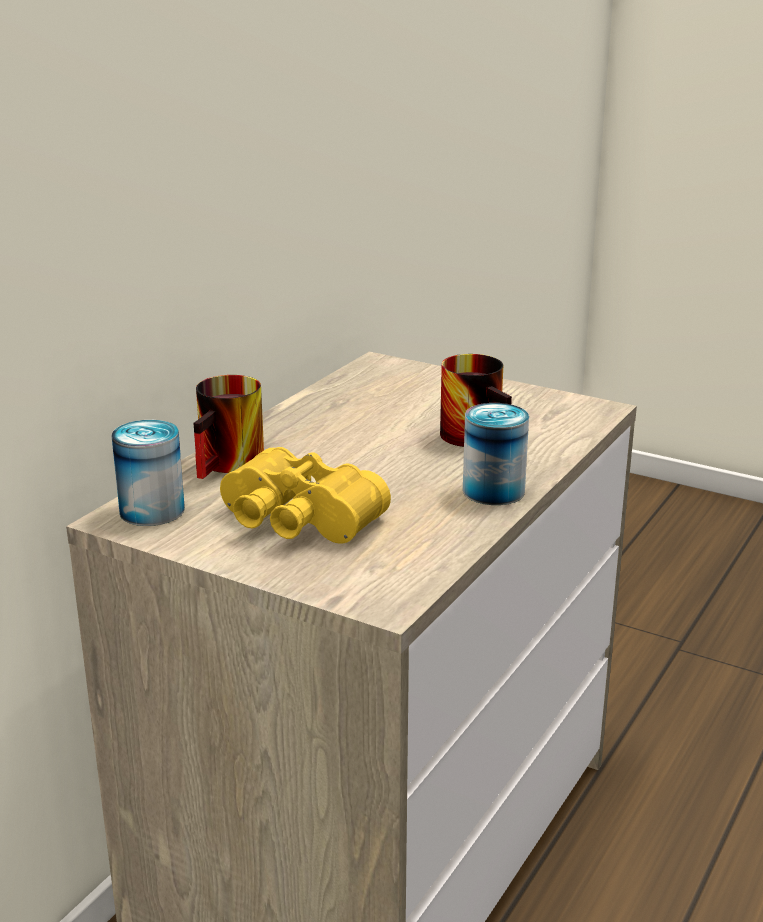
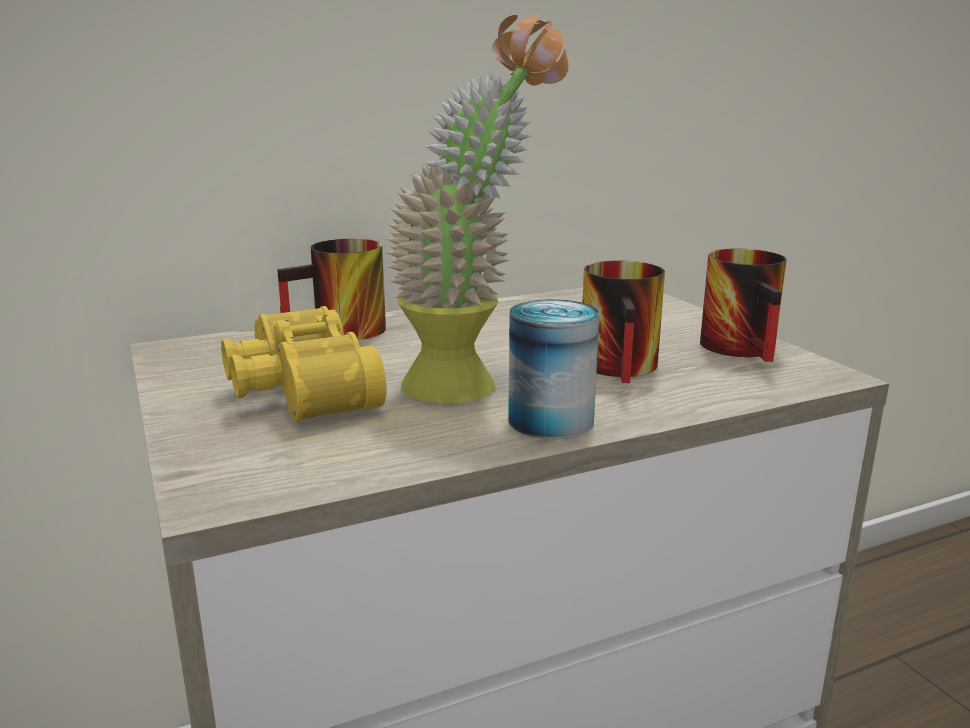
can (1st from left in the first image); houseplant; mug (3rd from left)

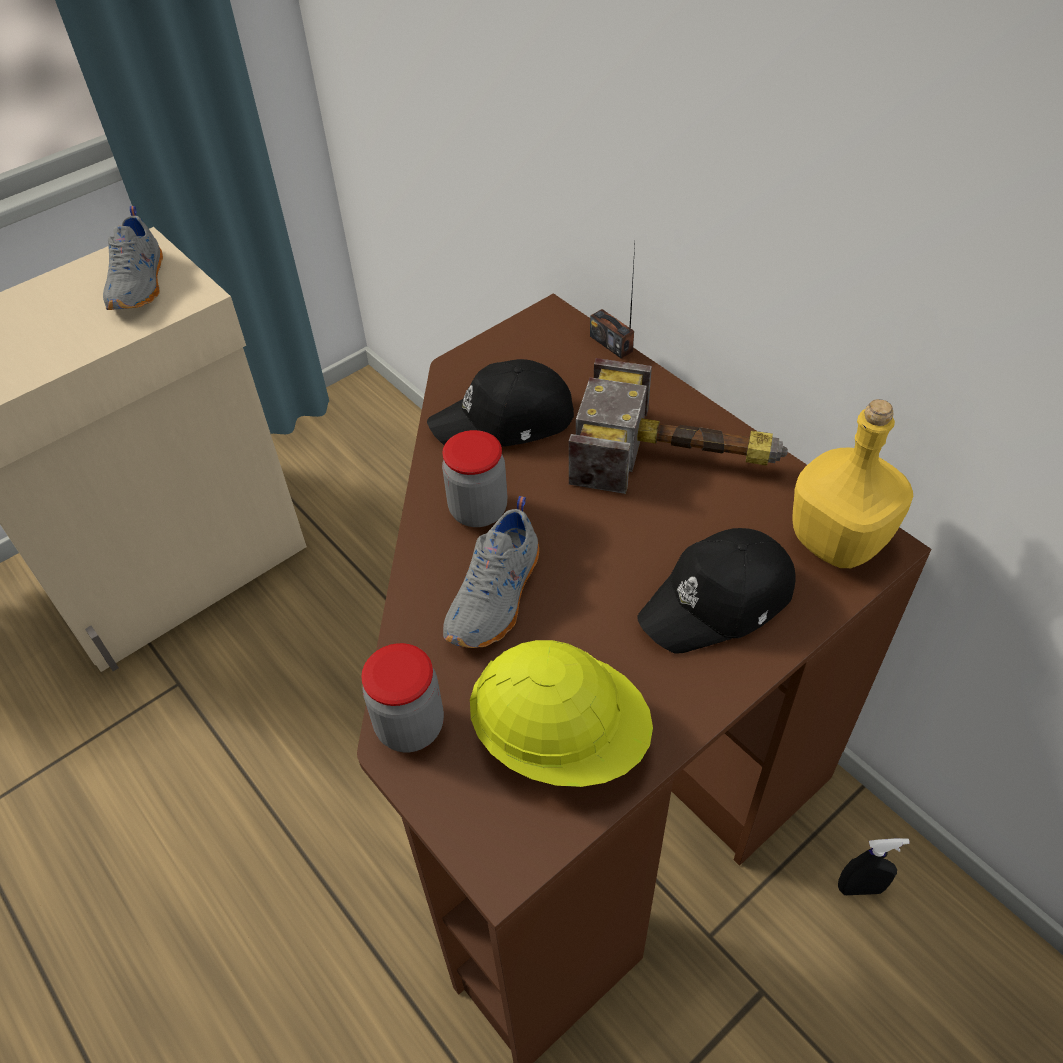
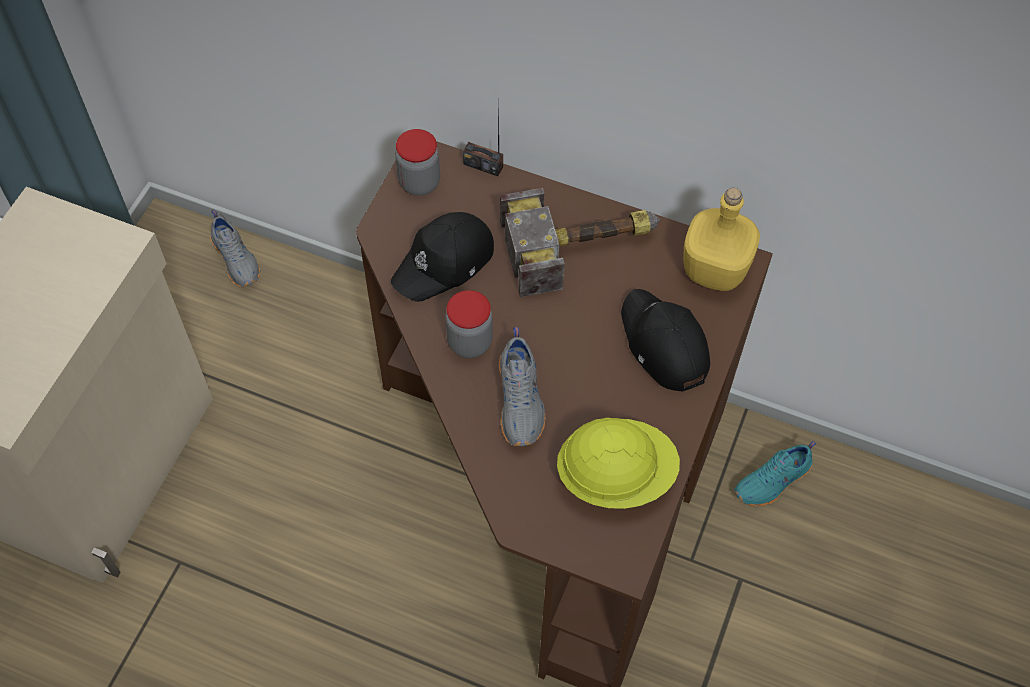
gray low shoe (1st from left); black cap (2nd from left); preserve jar (1st from left); turquoise low shoe

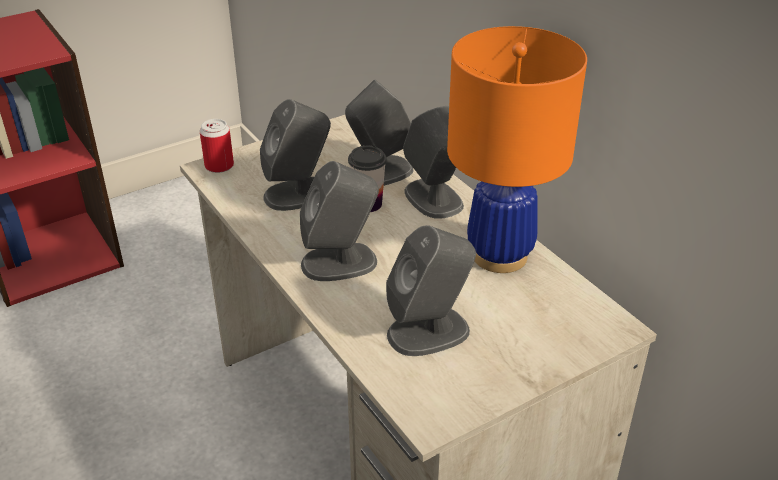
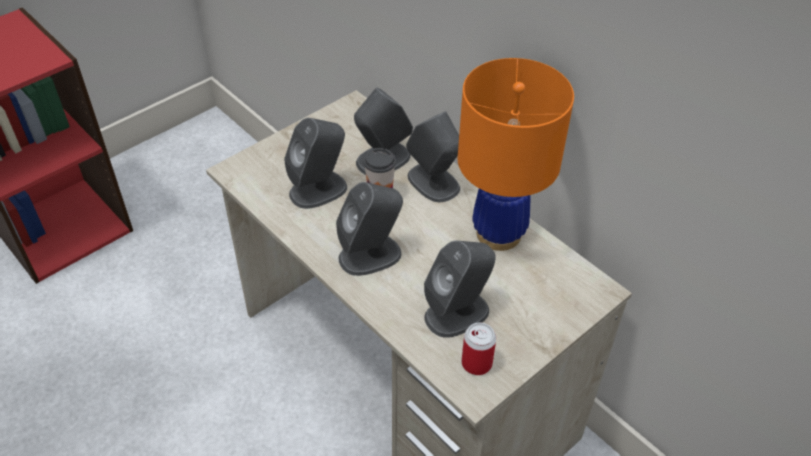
can

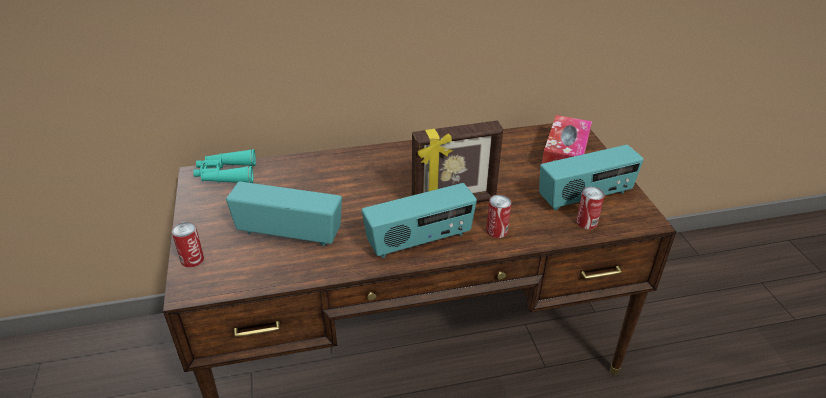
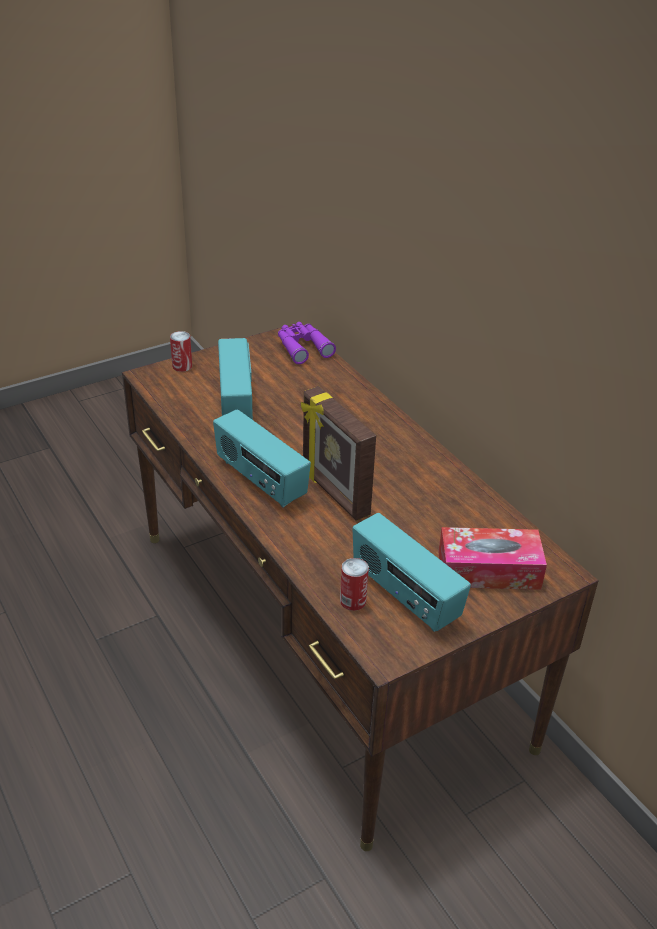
purple-coloured pair of binoculars; can (2nd from left in the first image)

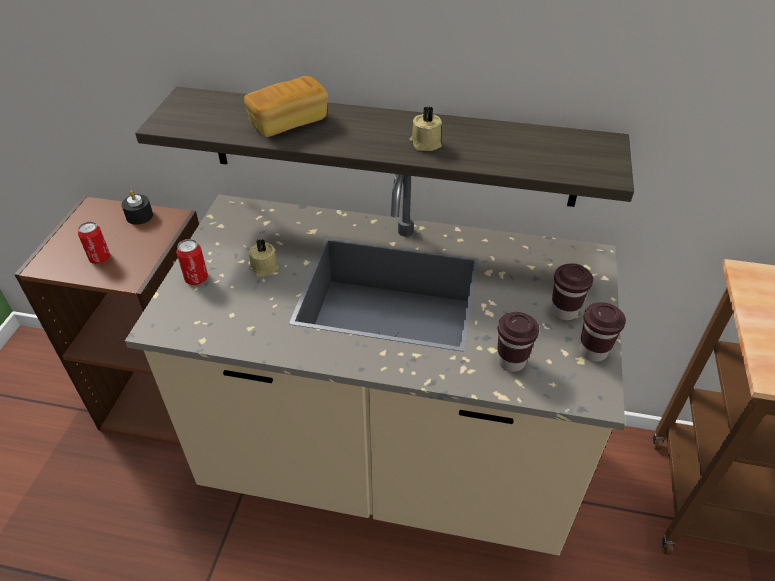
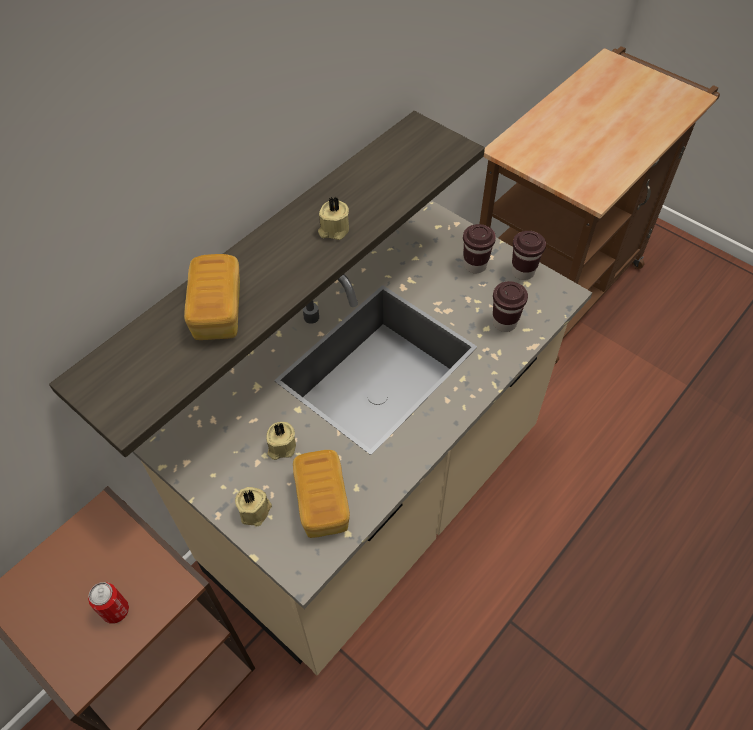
black candle; beige candle (1st from left); bread (2nd from left)

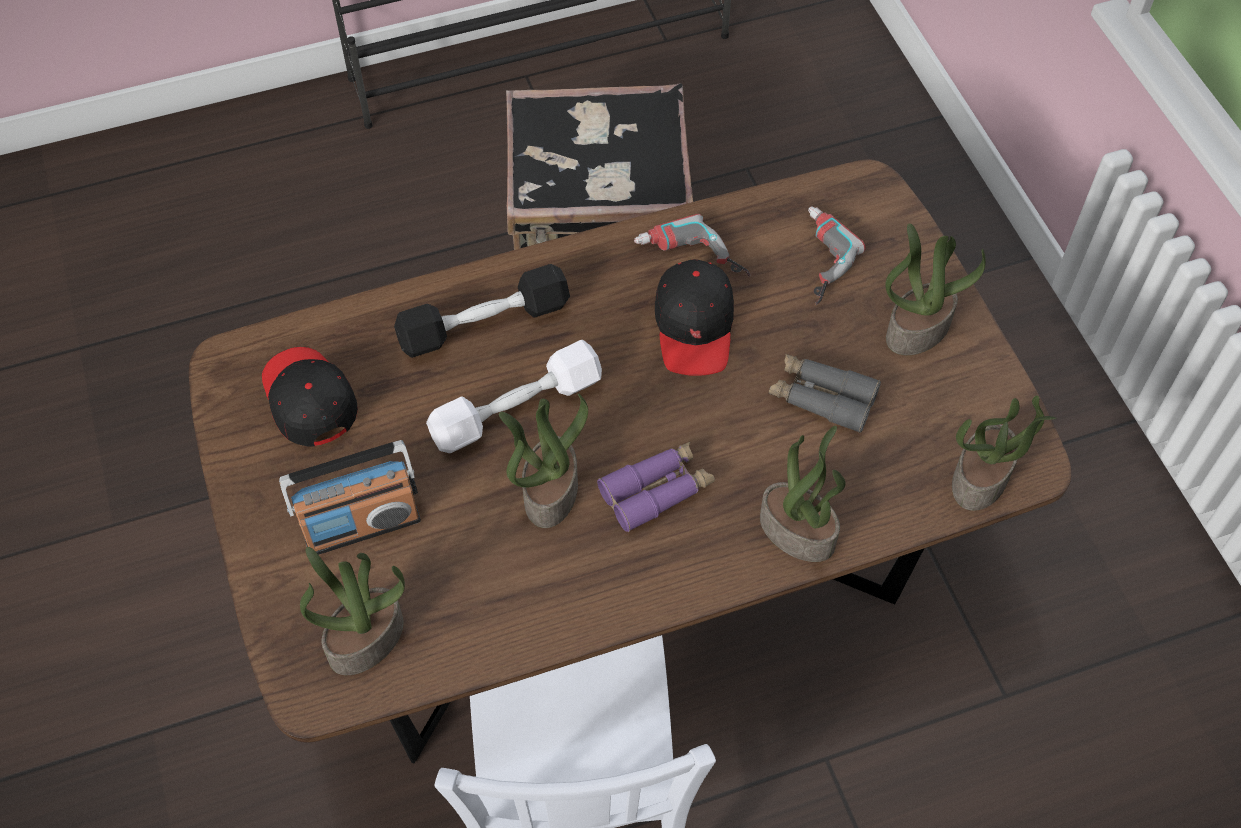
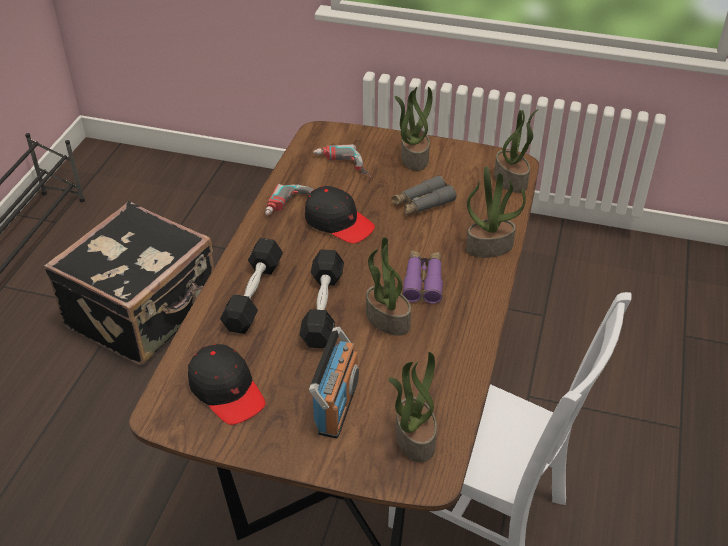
black free weight (2nd from left); black cap (1st from left)

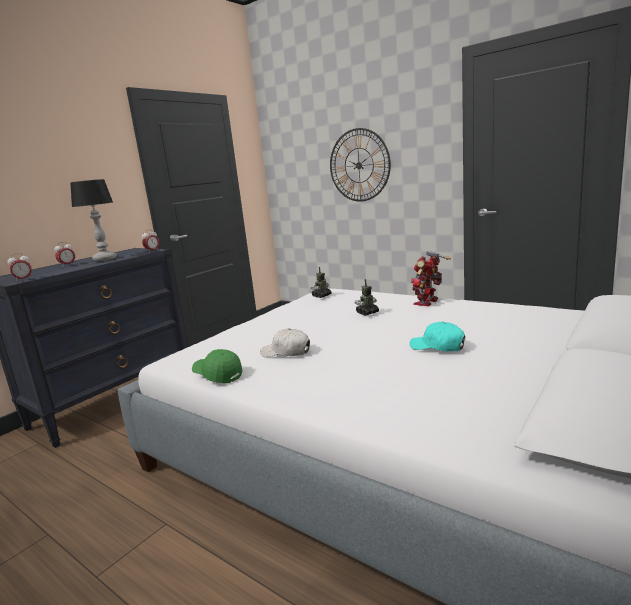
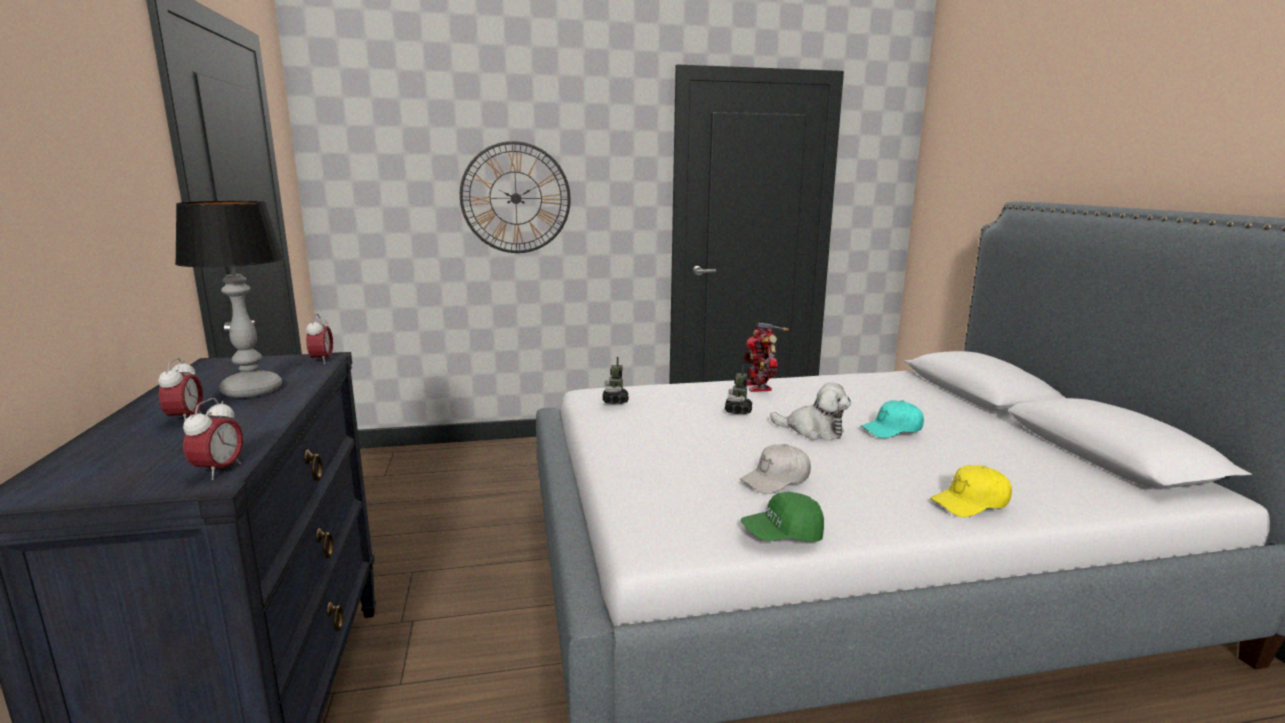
plush toy; yellow cap

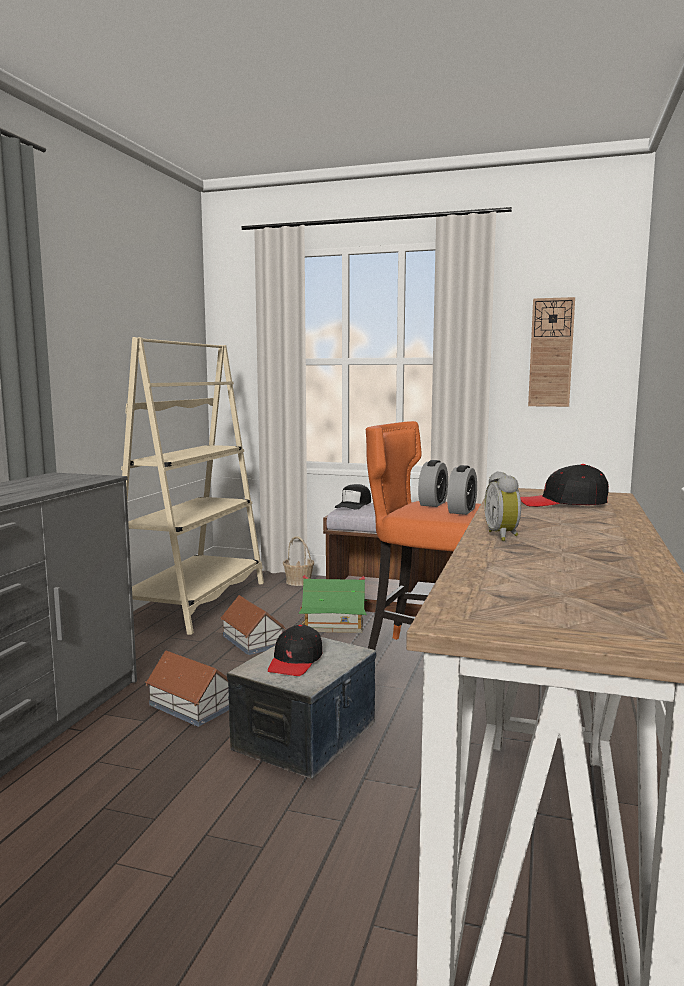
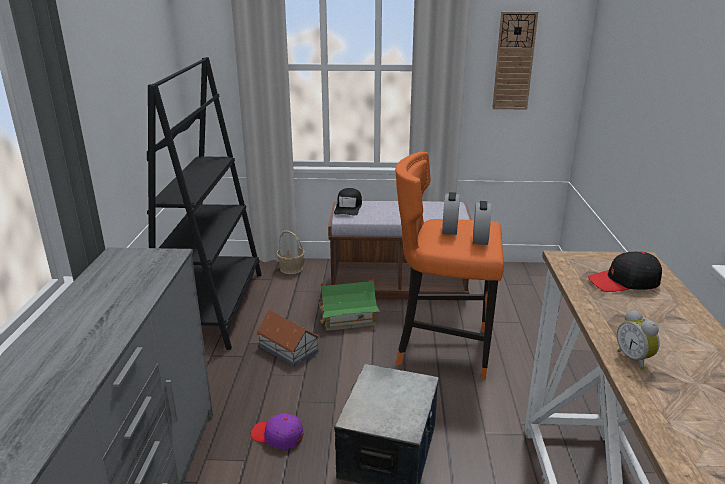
black bookshelf; black cap (1st from left in the first image); purple-coloured cap

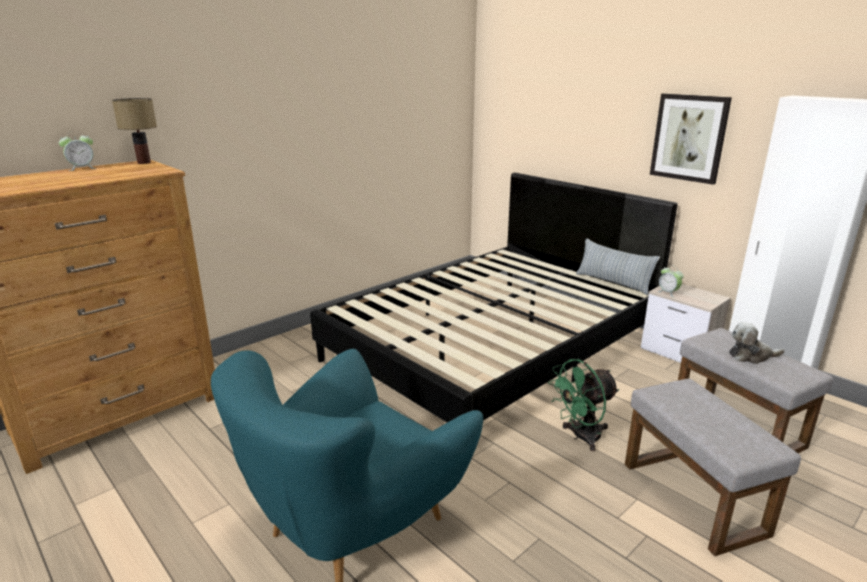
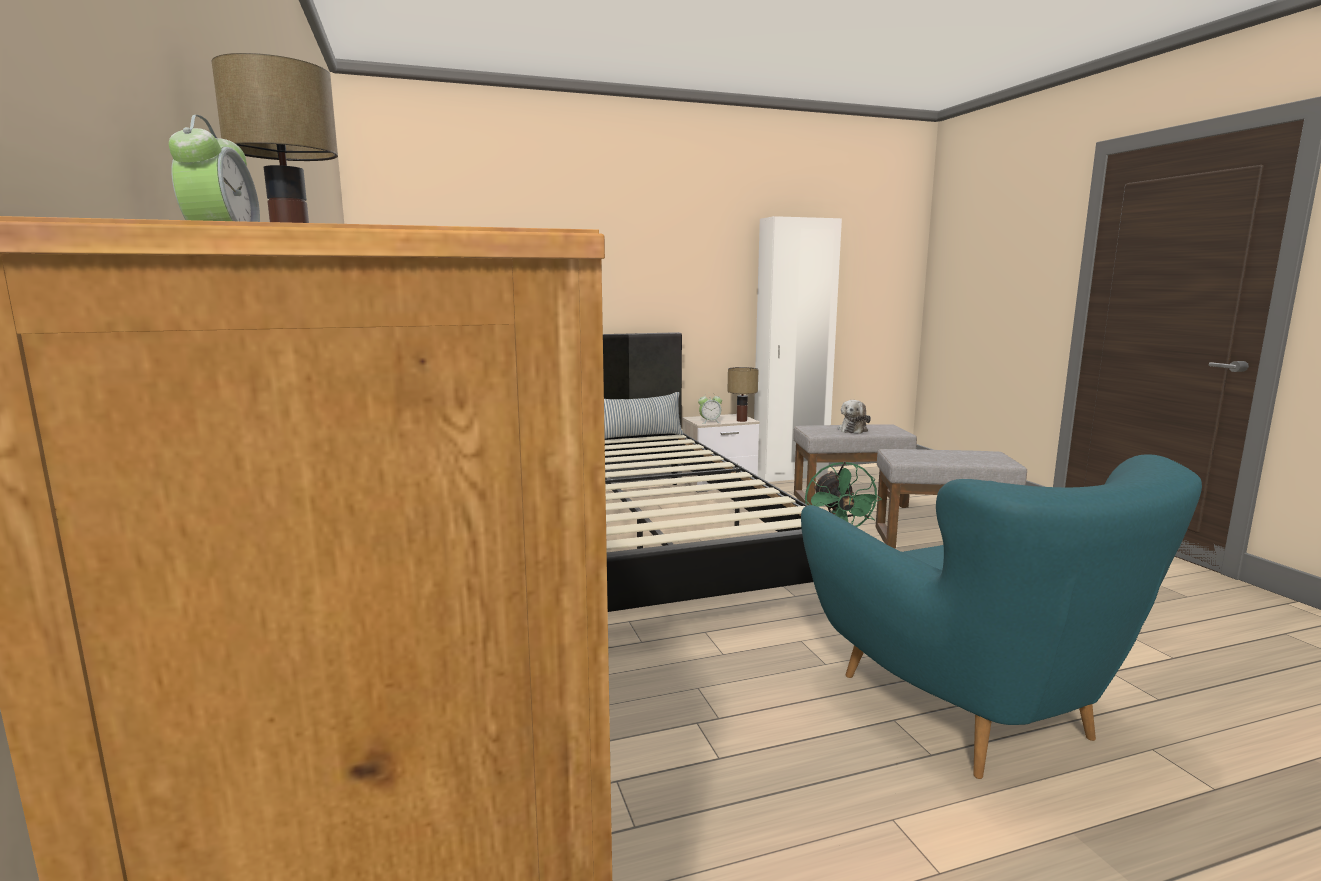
wall art; table lamp (2nd from left)

